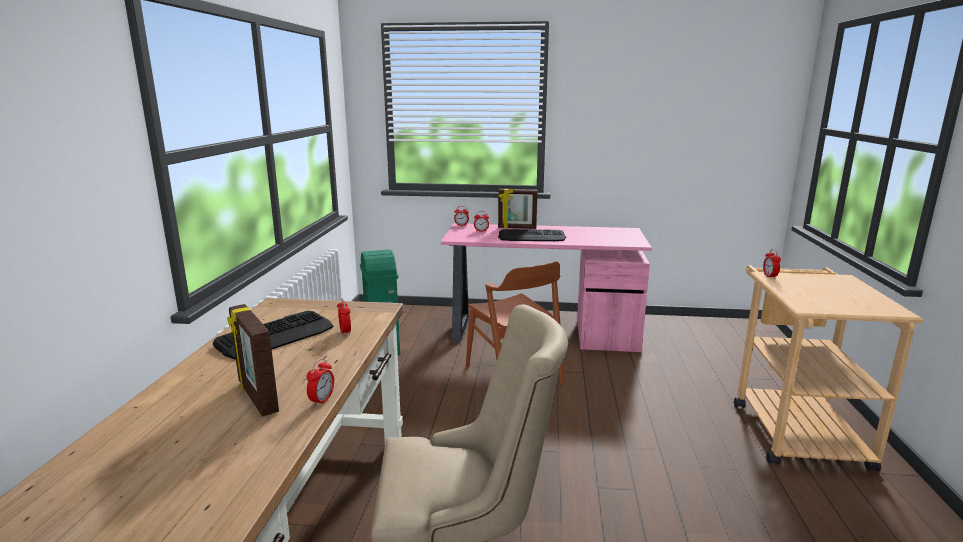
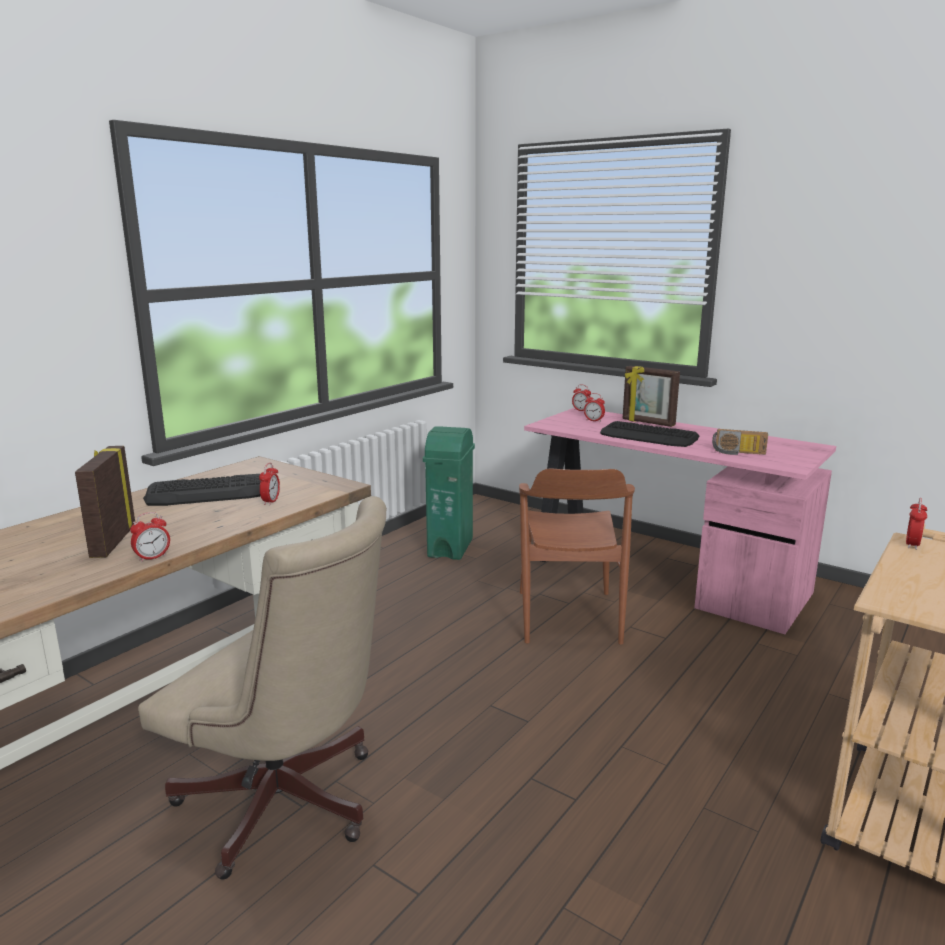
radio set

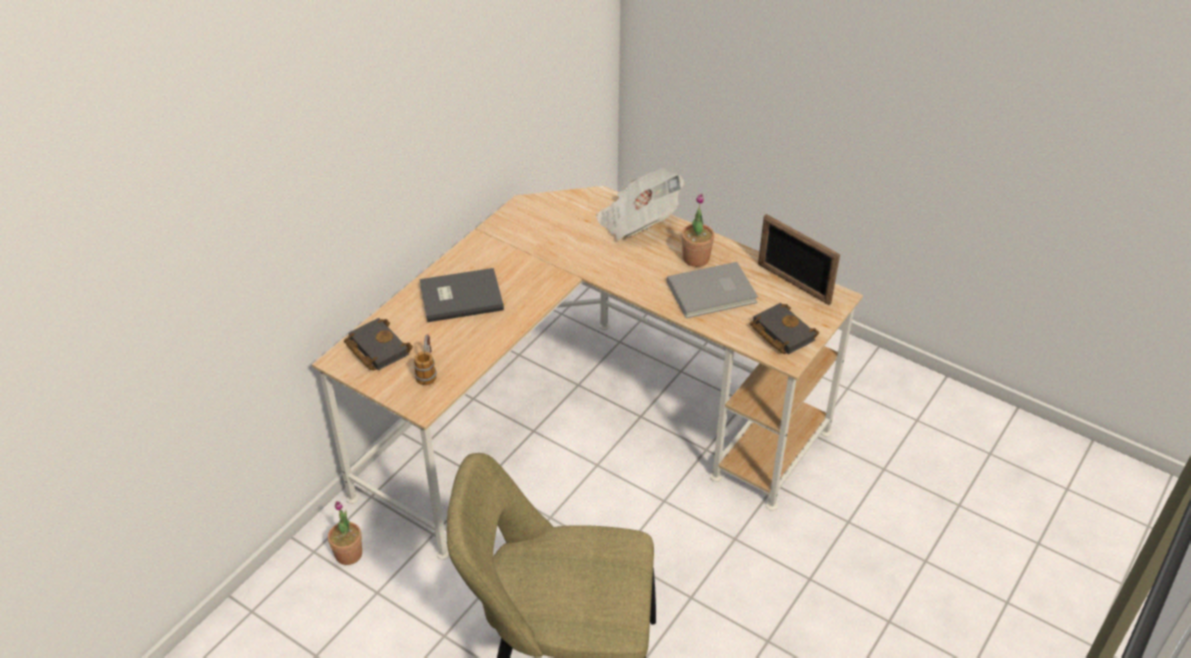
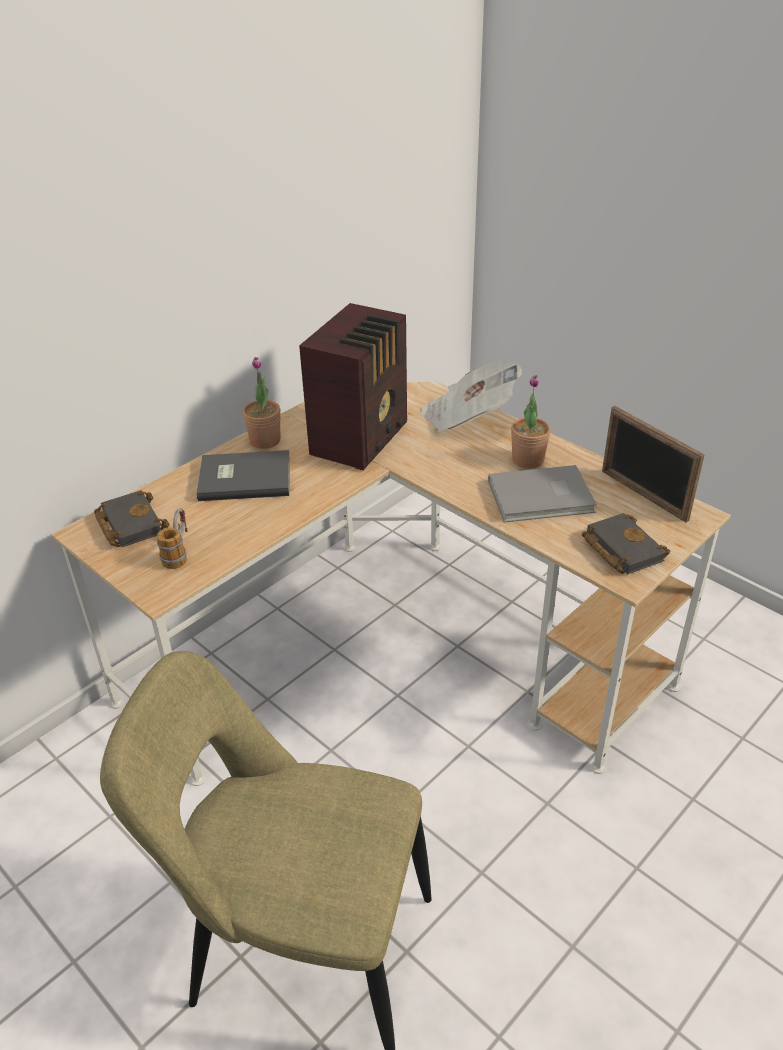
houseplant (1st from left); radio set

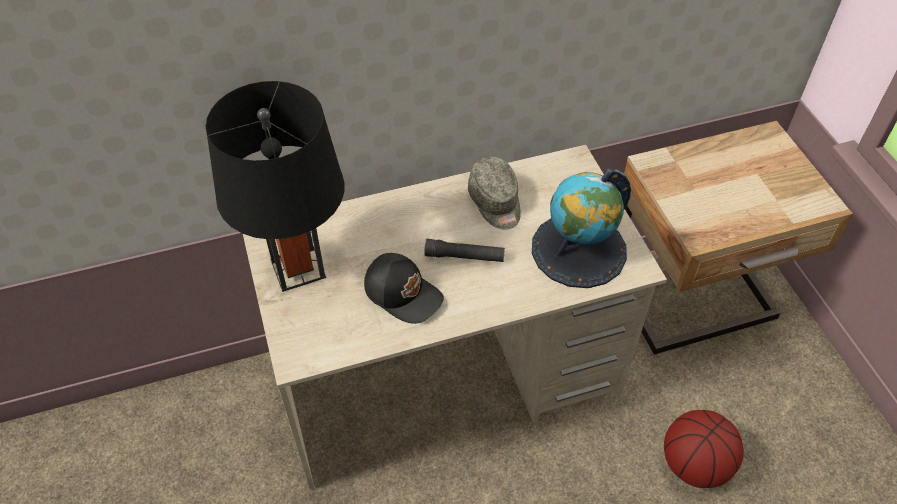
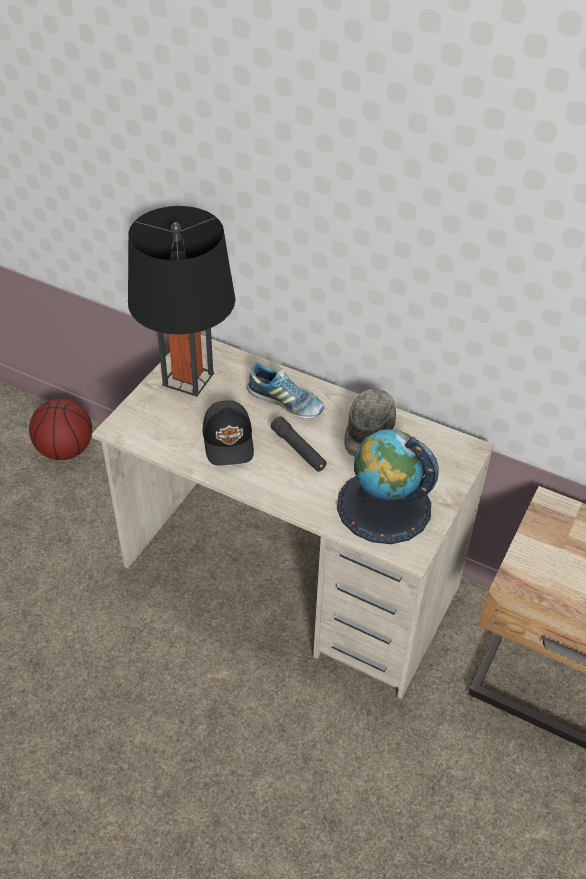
basketball ball; low shoe

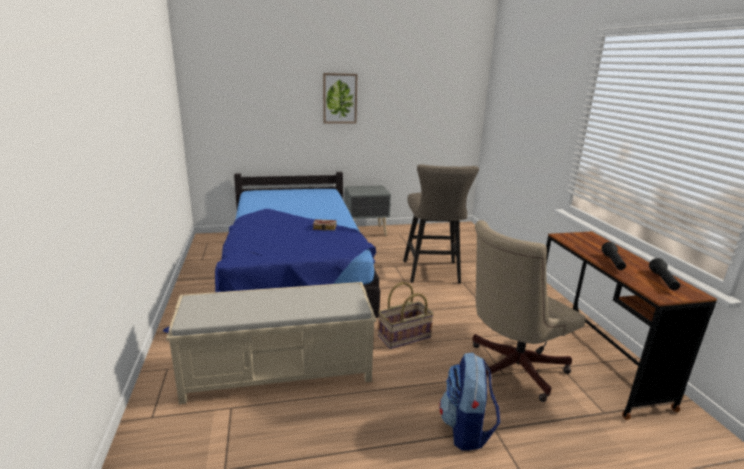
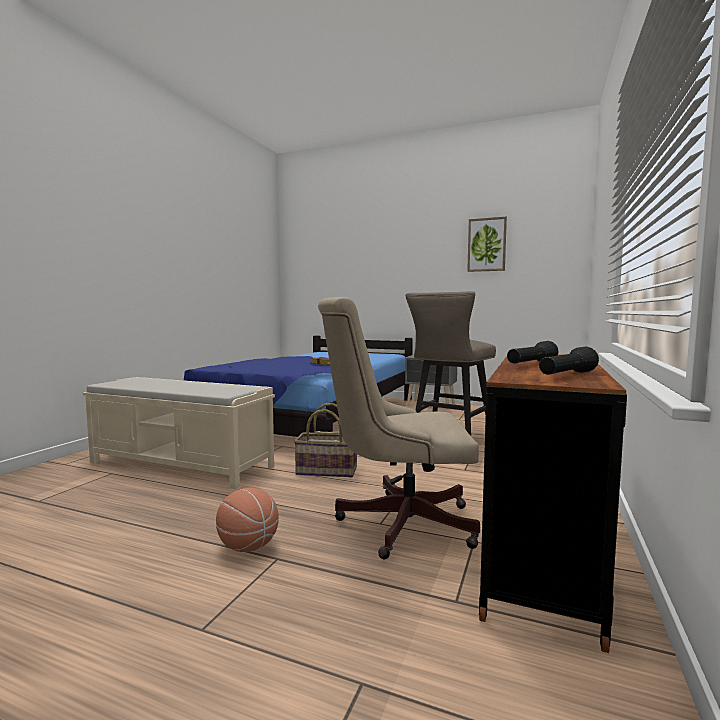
wall art; basketball ball

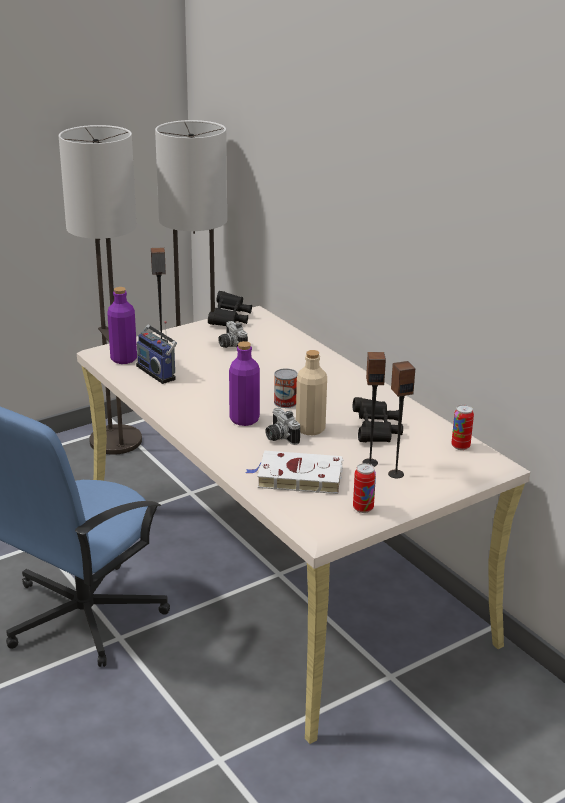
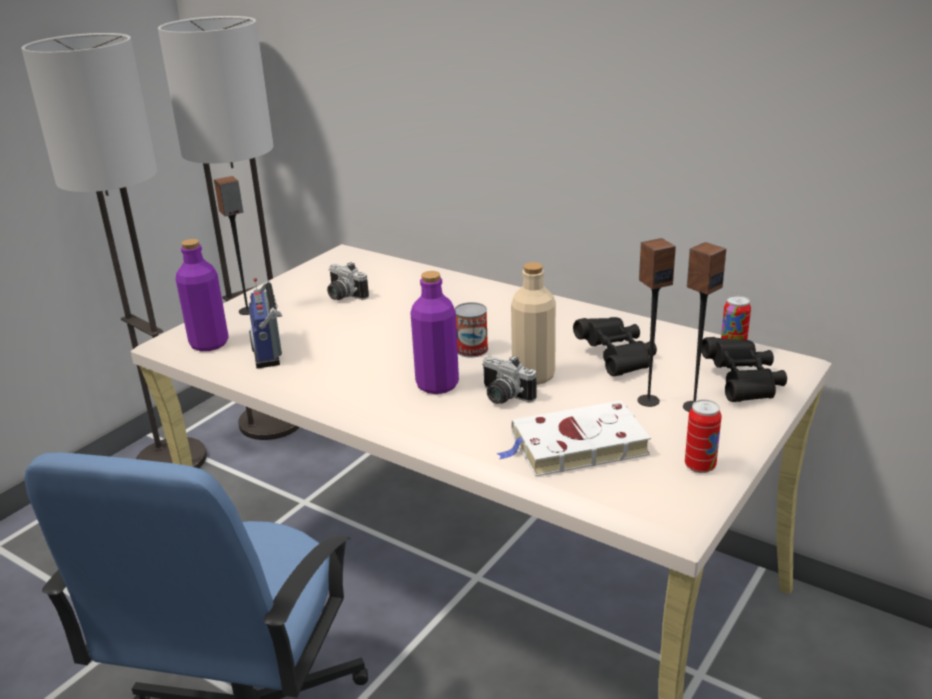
black pair of binoculars (2nd from left); radio set

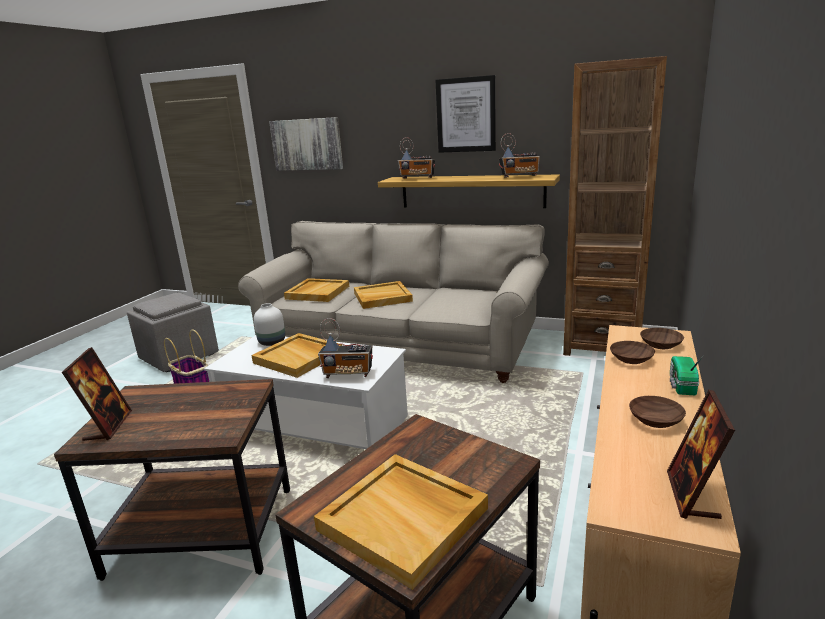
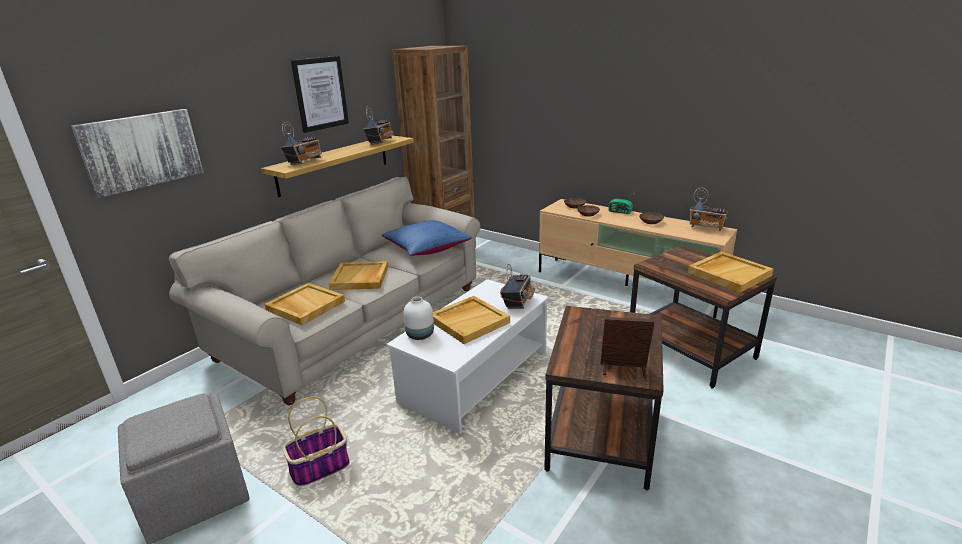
radio set (5th from left); blue-coloured pillow

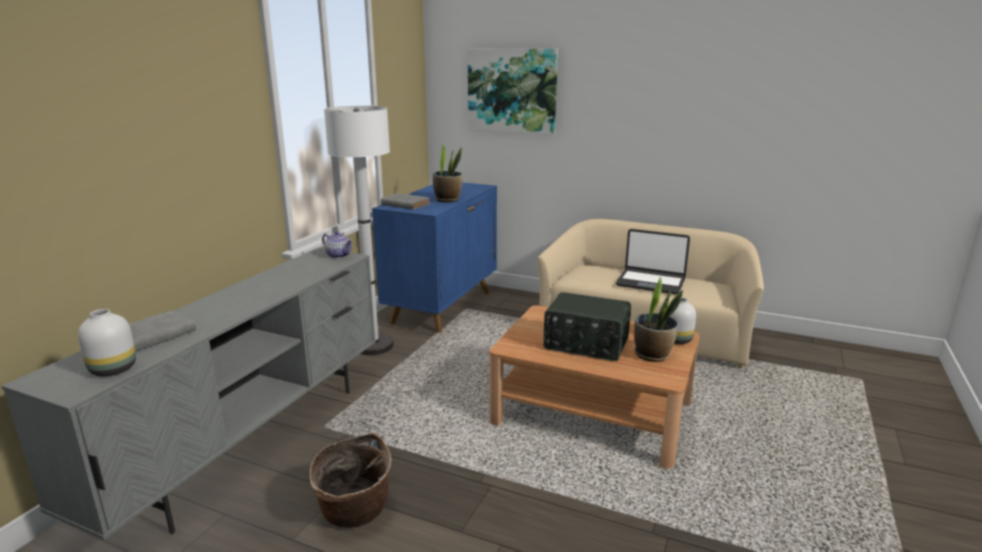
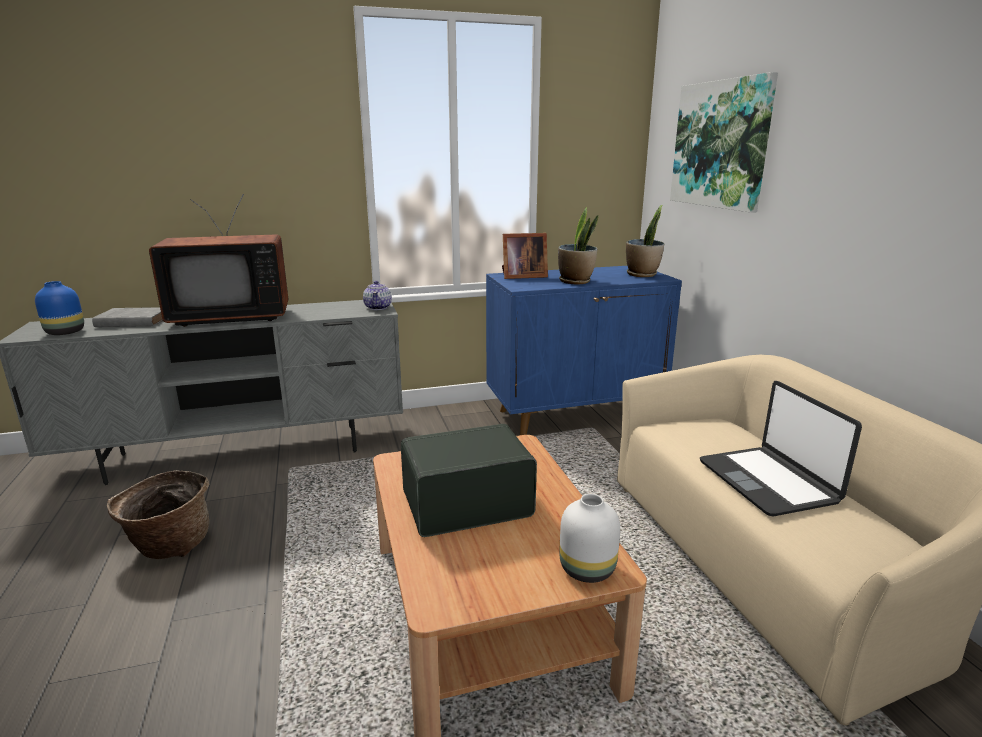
white standing lamp; standing frame; houseplant (2nd from left); radio set; blue-coloured vase; television

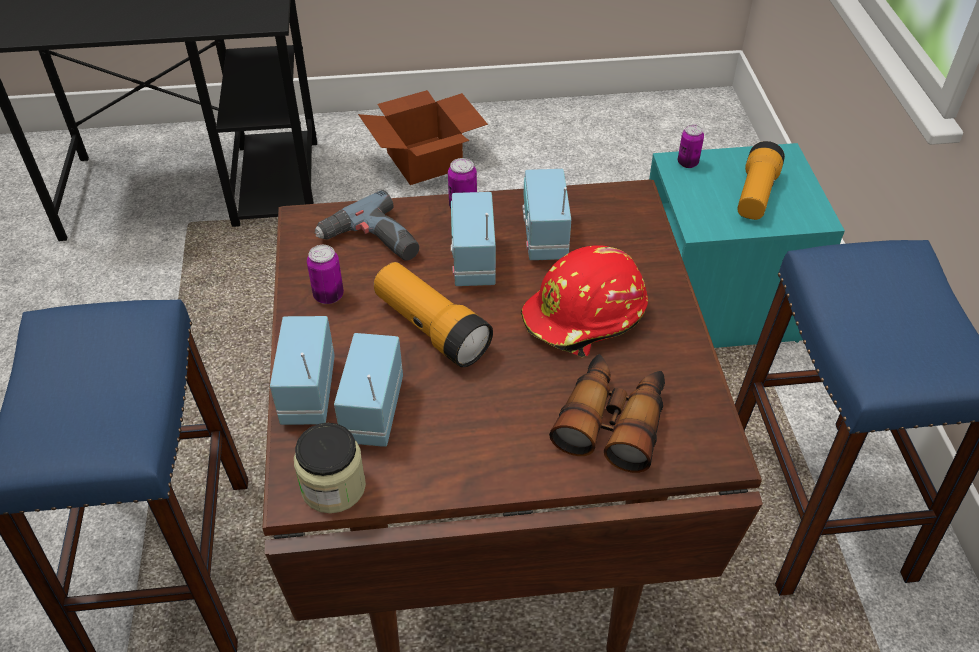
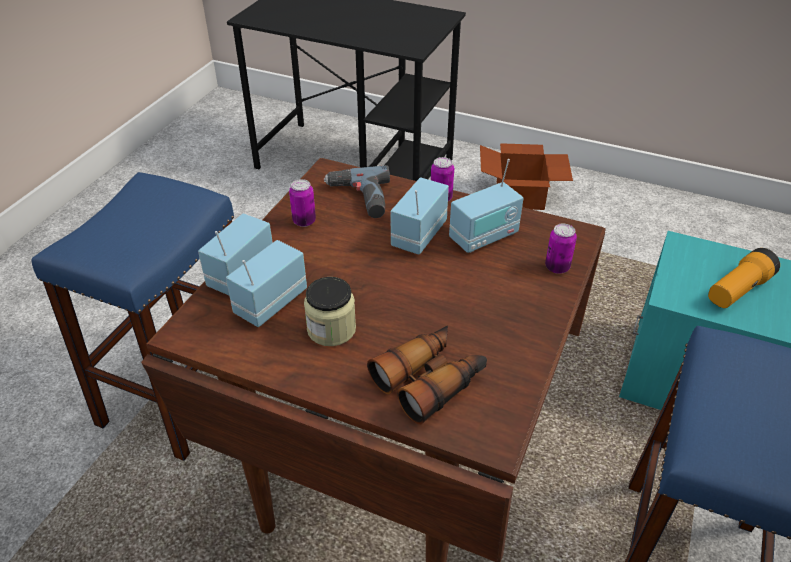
can (3rd from left); radio set (4th from left); red-coloured hard hat; torch (1st from left in the first image); preserve jar

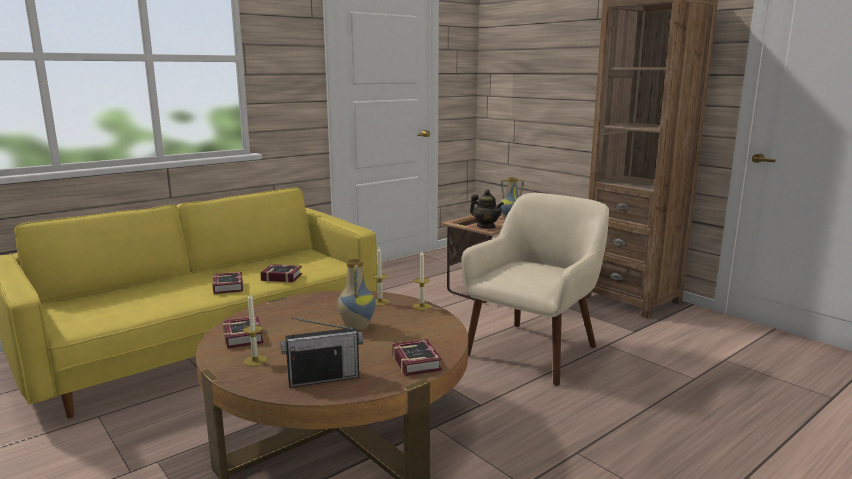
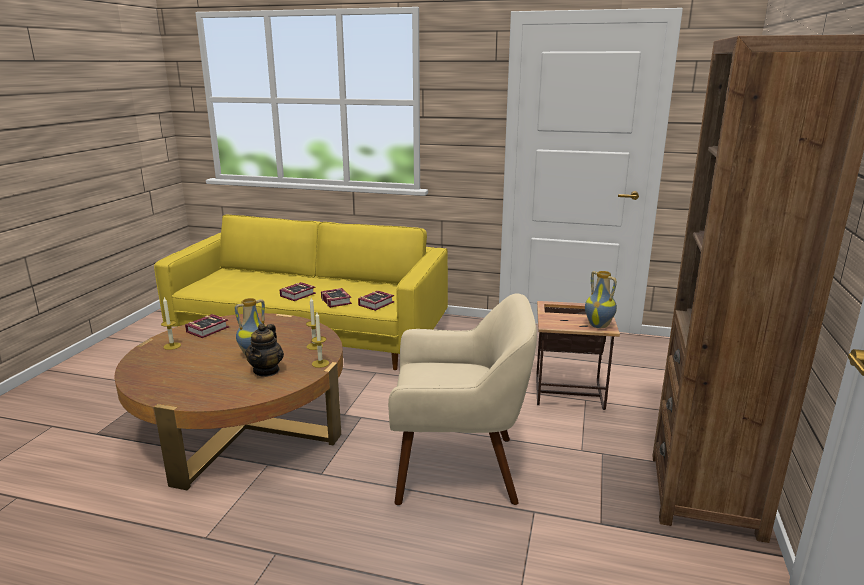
teapot; radio set; book (4th from left)

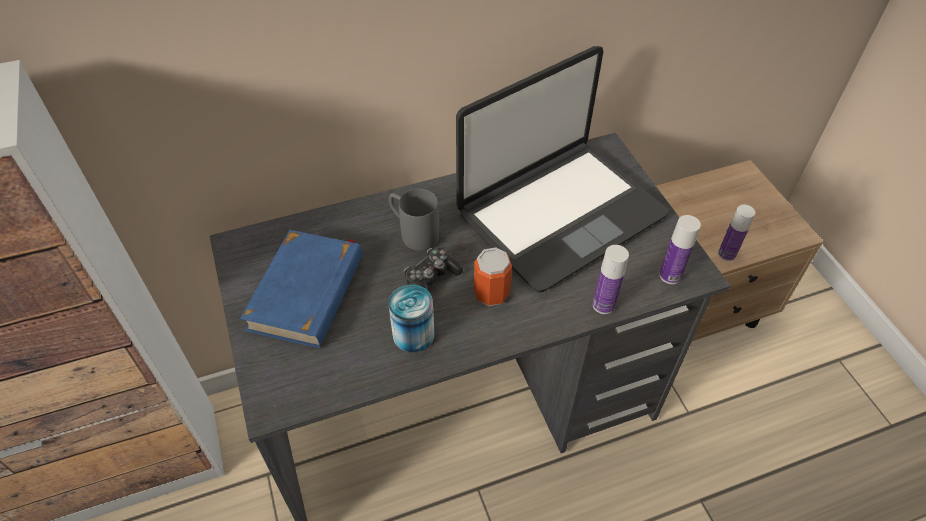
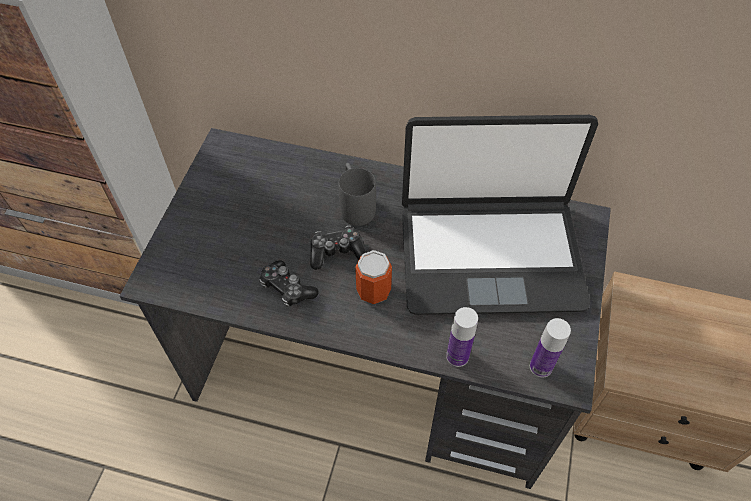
bottle (3rd from left in the first image); blue-coloured book; joypad (1st from left)

